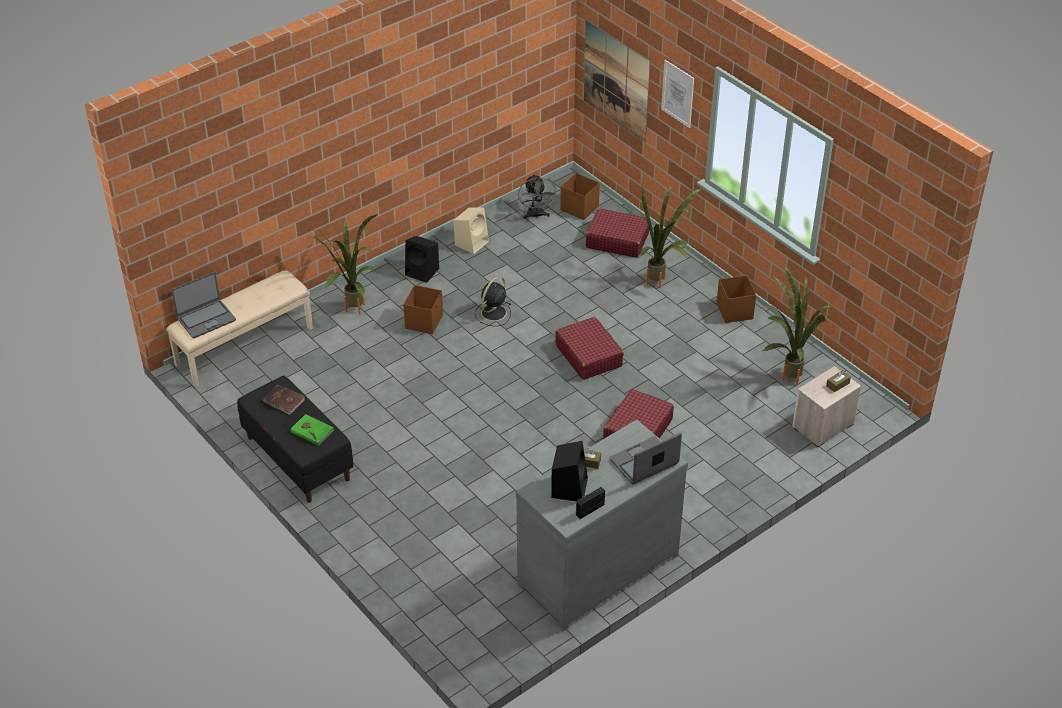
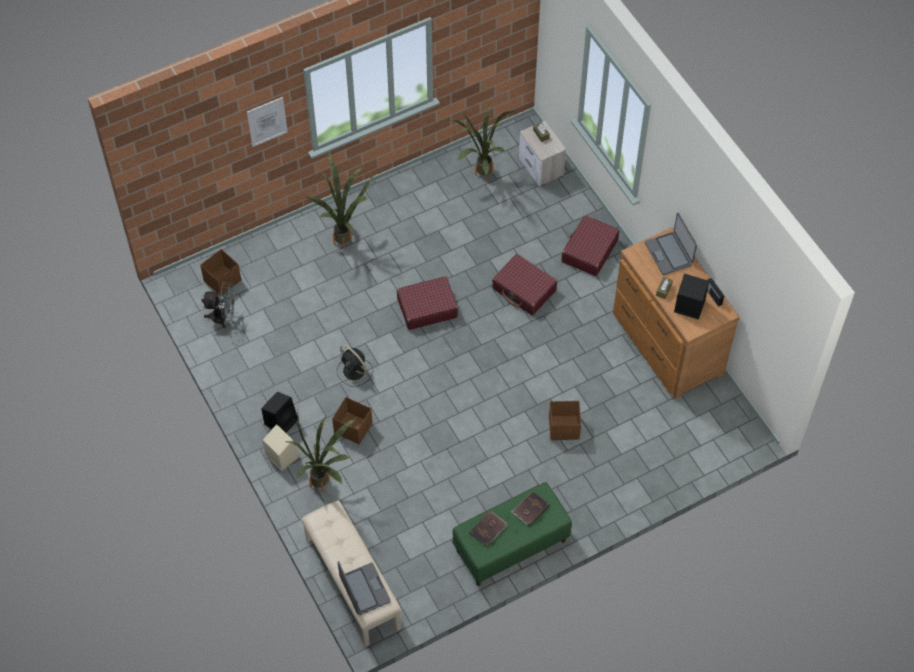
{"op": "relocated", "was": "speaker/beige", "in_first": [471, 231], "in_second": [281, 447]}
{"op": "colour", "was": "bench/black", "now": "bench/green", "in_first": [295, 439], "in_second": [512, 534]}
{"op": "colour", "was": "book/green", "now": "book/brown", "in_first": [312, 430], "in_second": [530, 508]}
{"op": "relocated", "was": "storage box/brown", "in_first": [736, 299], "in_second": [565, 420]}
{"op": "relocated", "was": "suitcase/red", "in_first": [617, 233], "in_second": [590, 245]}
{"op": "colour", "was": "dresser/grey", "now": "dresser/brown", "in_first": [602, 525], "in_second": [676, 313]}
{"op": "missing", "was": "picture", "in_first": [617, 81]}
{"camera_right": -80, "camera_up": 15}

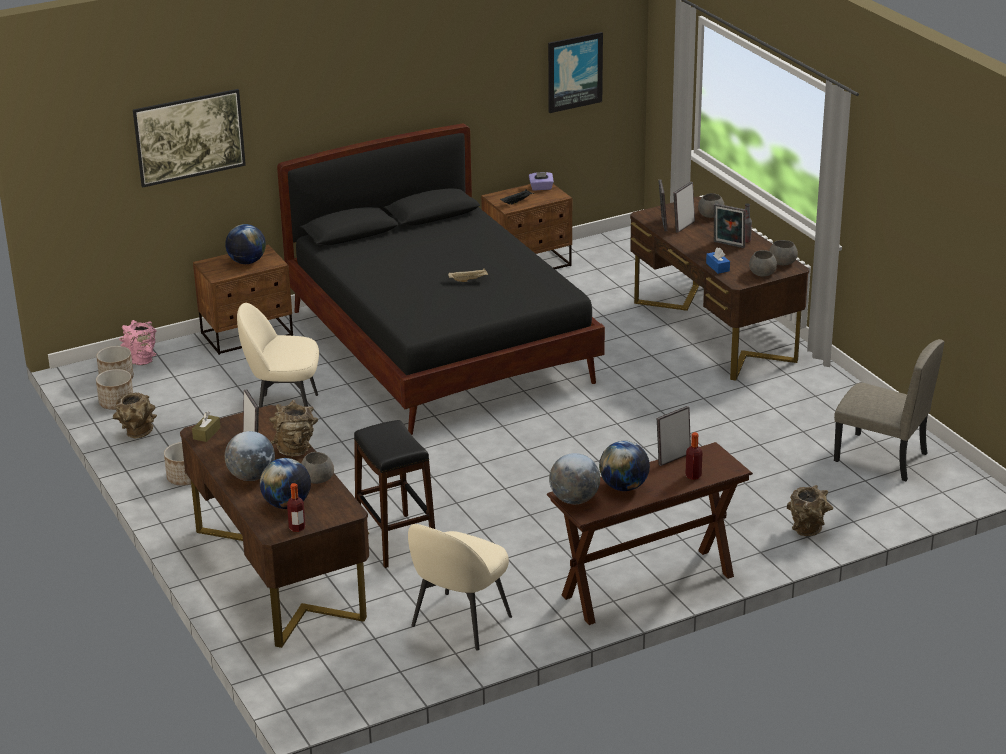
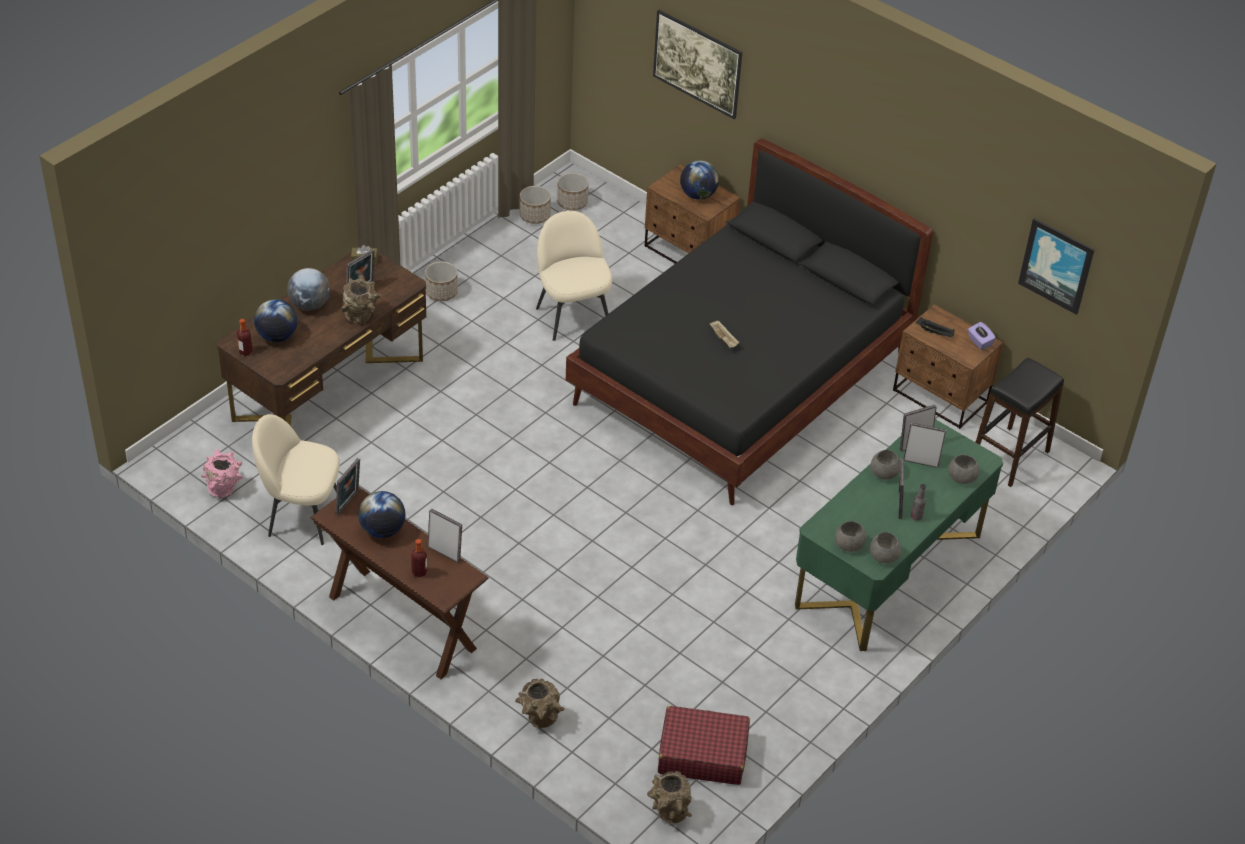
{"op": "relocated", "was": "vase/pink", "in_first": [138, 342], "in_second": [222, 473]}
{"op": "exchanged", "was": "globe", "now": "picture frame", "in_first": [574, 478], "in_second": [348, 486]}
{"op": "relocated", "was": "vase/brown", "in_first": [135, 415], "in_second": [669, 797]}
{"op": "exchanged", "was": "chair/beige", "now": "suitcase/red", "in_first": [889, 410], "in_second": [704, 745]}
{"op": "colour", "was": "desk/brown", "now": "desk/green", "in_first": [719, 289], "in_second": [899, 535]}
{"op": "relocated", "was": "bowl/grey", "in_first": [317, 468], "in_second": [885, 465]}
{"op": "relocated", "was": "stool/black", "in_first": [394, 494], "in_second": [1020, 422]}
{"op": "missing", "was": "tissue box/blue", "in_first": [718, 261]}
{"camera_right": 65, "camera_up": 15}

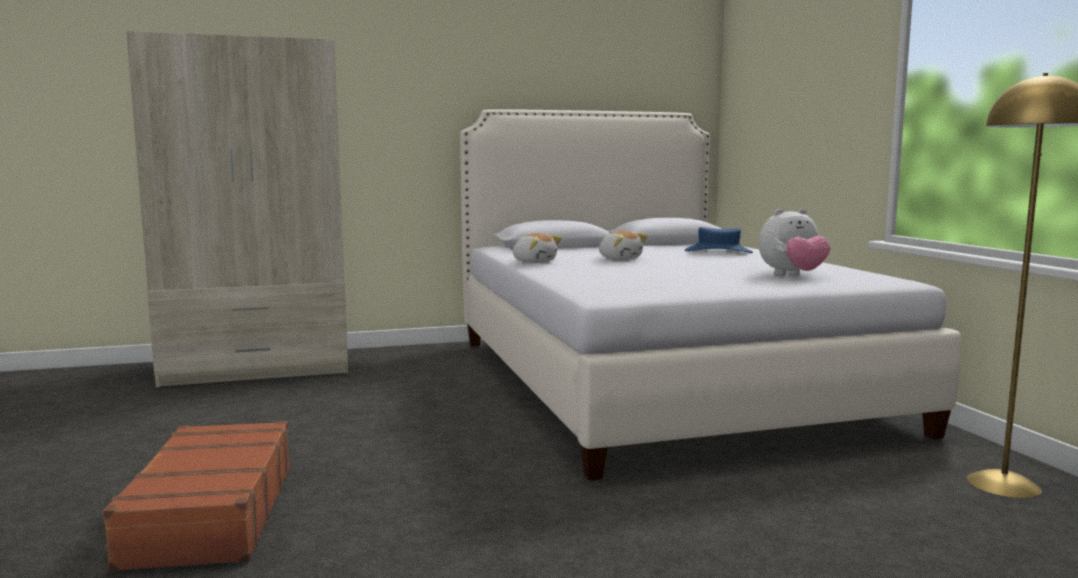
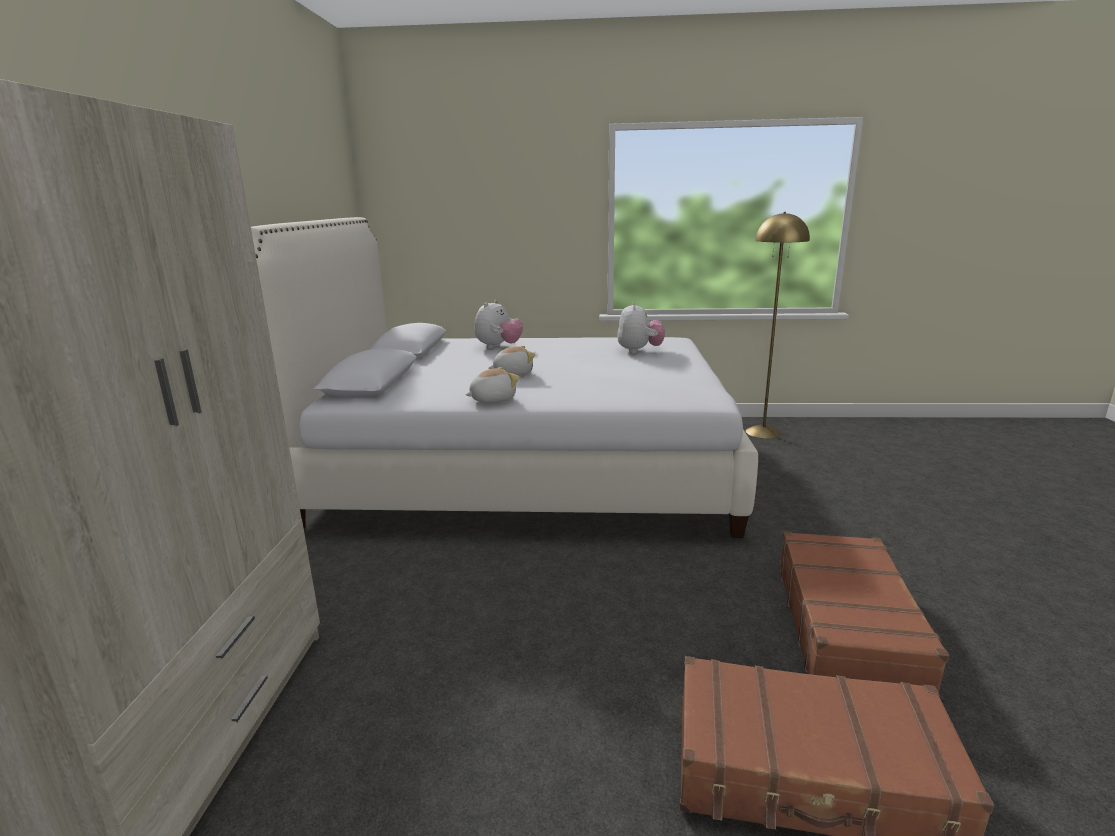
{"op": "exchanged", "was": "hat/blue", "now": "plush toy", "in_first": [719, 240], "in_second": [499, 324]}
{"op": "appeared", "now": "suitcase/brown", "in_second": [864, 613]}
{"camera_right": -70, "camera_up": 10}

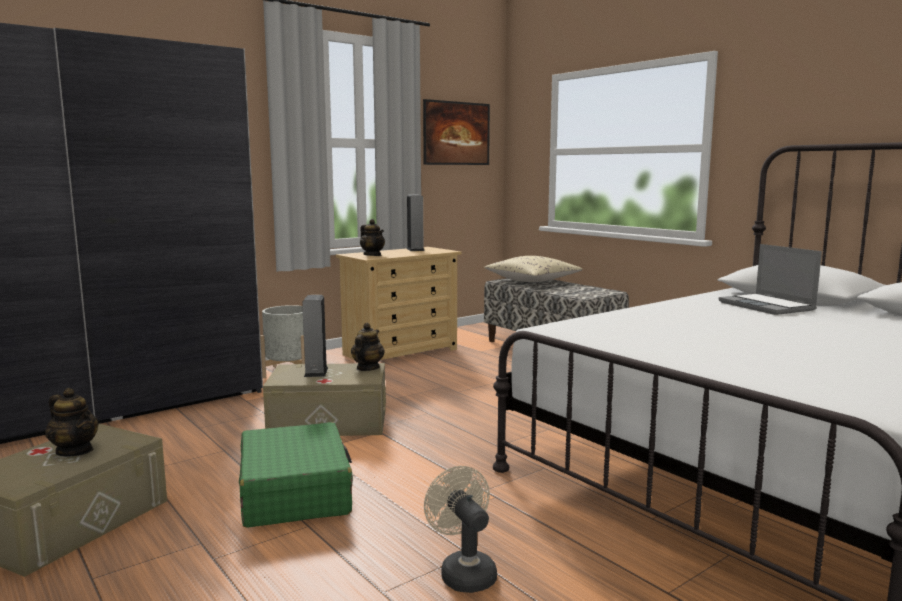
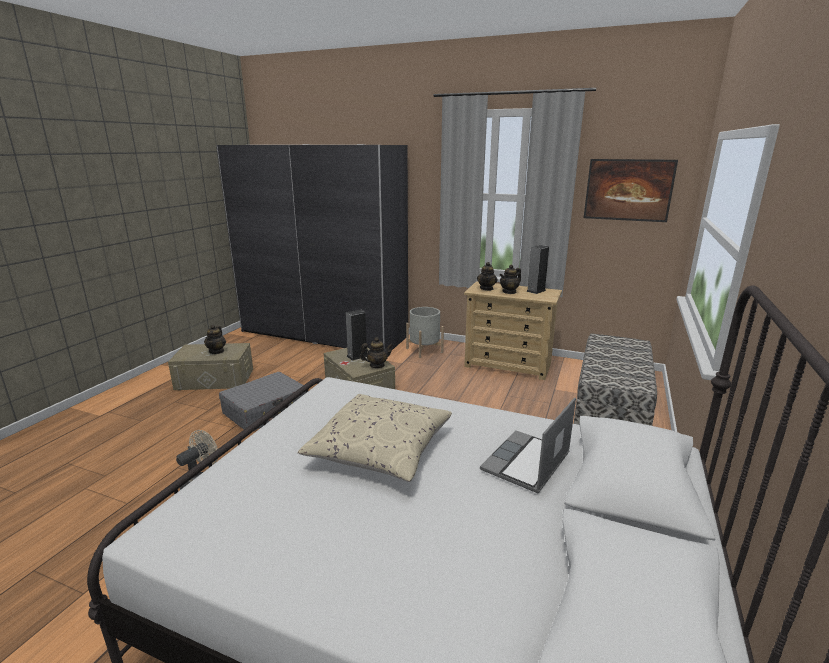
{"op": "colour", "was": "suitcase/green", "now": "suitcase/grey", "in_first": [296, 475], "in_second": [262, 401]}
{"op": "relocated", "was": "pillow/beige", "in_first": [533, 269], "in_second": [374, 438]}
{"op": "appeared", "now": "teapot", "in_second": [510, 279]}
{"camera_right": 60, "camera_up": 10}

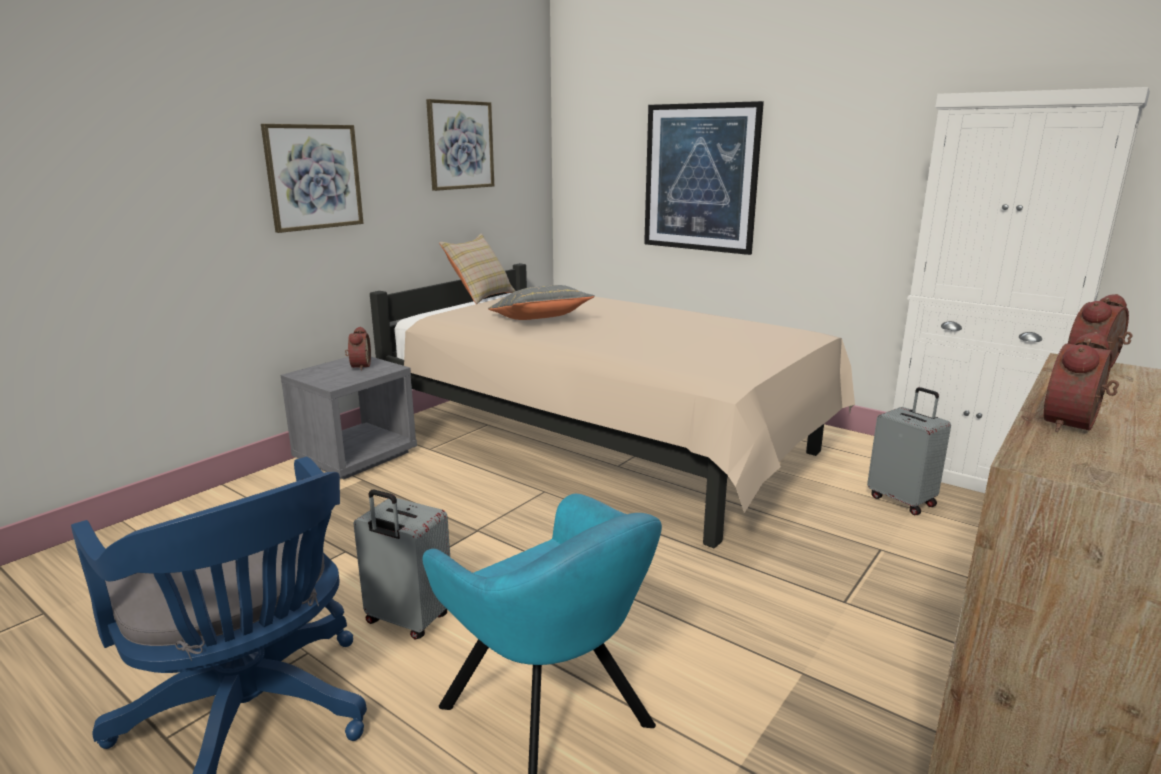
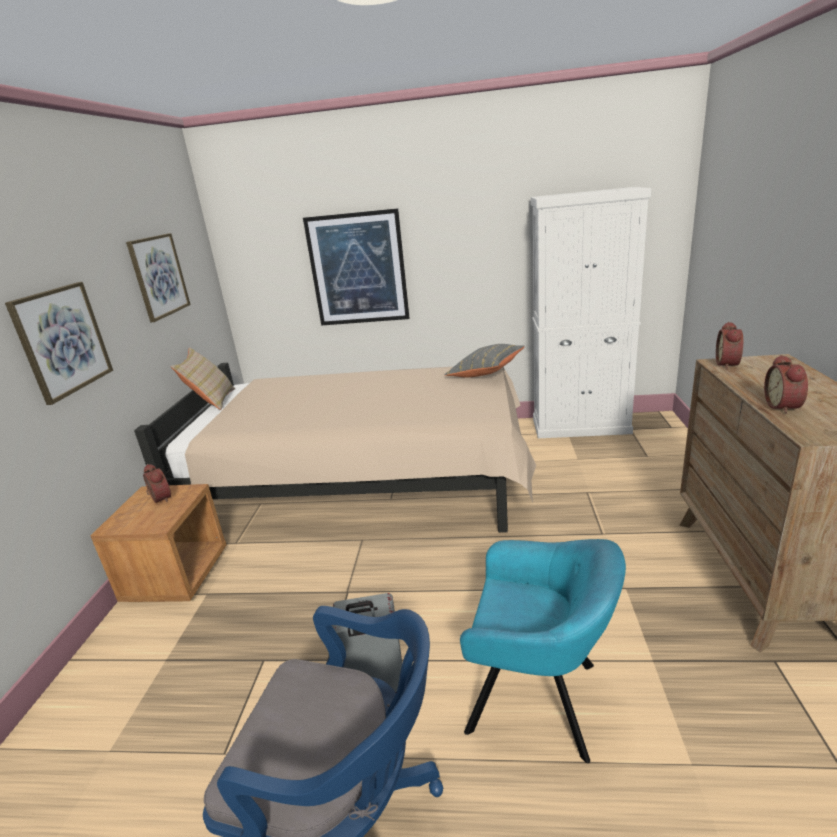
{"op": "colour", "was": "nightstand/grey", "now": "nightstand/brown", "in_first": [349, 418], "in_second": [158, 543]}
{"op": "relocated", "was": "pillow/grey", "in_first": [541, 302], "in_second": [485, 361]}
{"op": "missing", "was": "suitcase/grey", "in_first": [909, 451]}
{"camera_right": -30, "camera_up": 5}

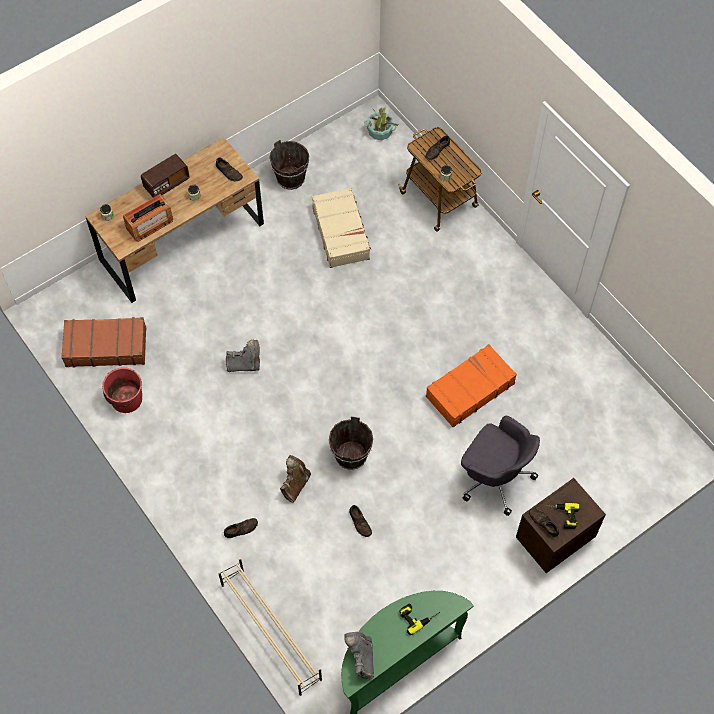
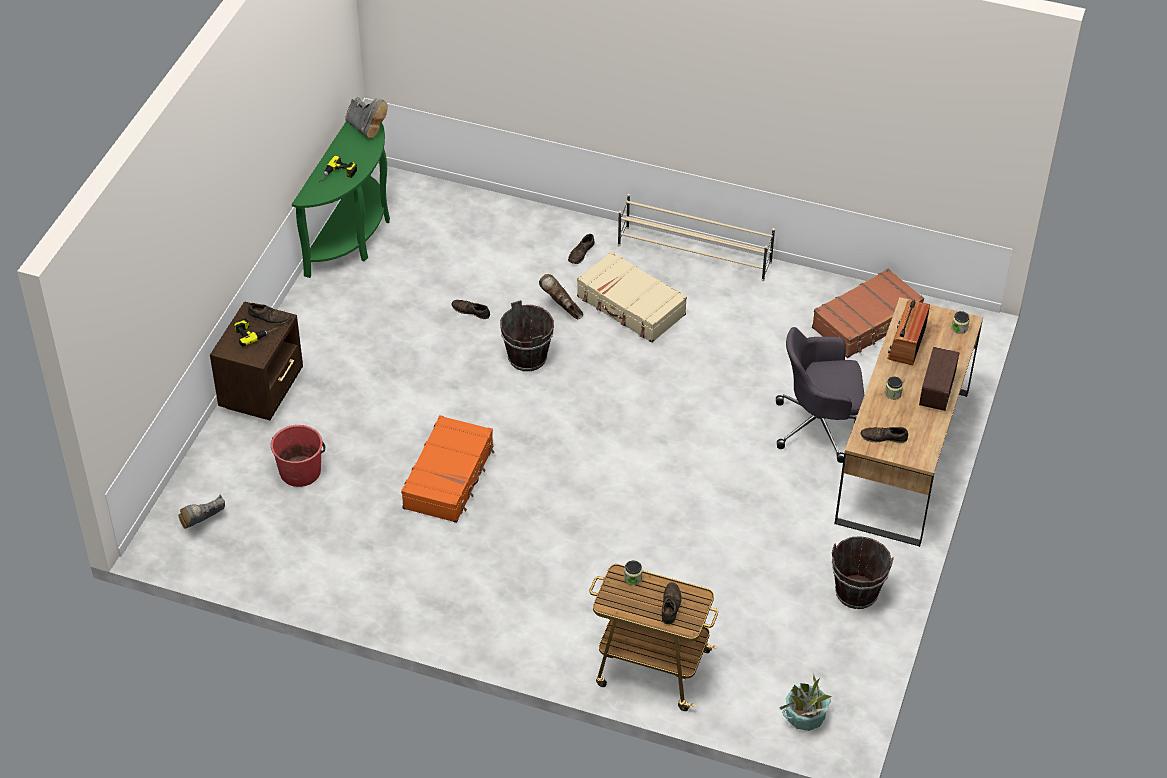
{"op": "relocated", "was": "boot/grey", "in_first": [243, 356], "in_second": [201, 511]}
{"op": "relocated", "was": "bucket/red", "in_first": [122, 390], "in_second": [298, 456]}
{"op": "spun", "was": "boot/brown", "in_first": [295, 479], "in_second": [561, 296], "clockwise": 150}
{"op": "relocated", "was": "suitcase/beige", "in_first": [341, 228], "in_second": [632, 297]}
{"op": "relocated", "was": "shoe rack/beige", "in_first": [270, 626], "in_second": [696, 237]}
{"op": "relocated", "was": "office chair/grey", "in_first": [500, 466], "in_second": [820, 395]}
{"camera_right": 145, "camera_up": -15}

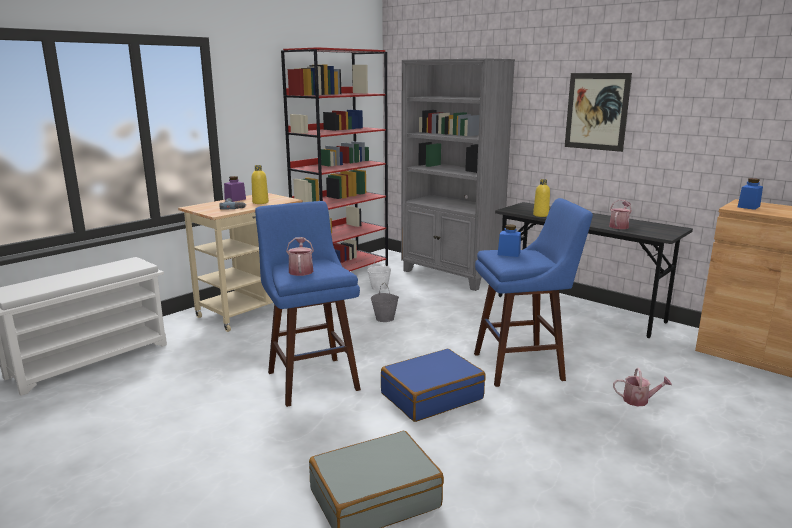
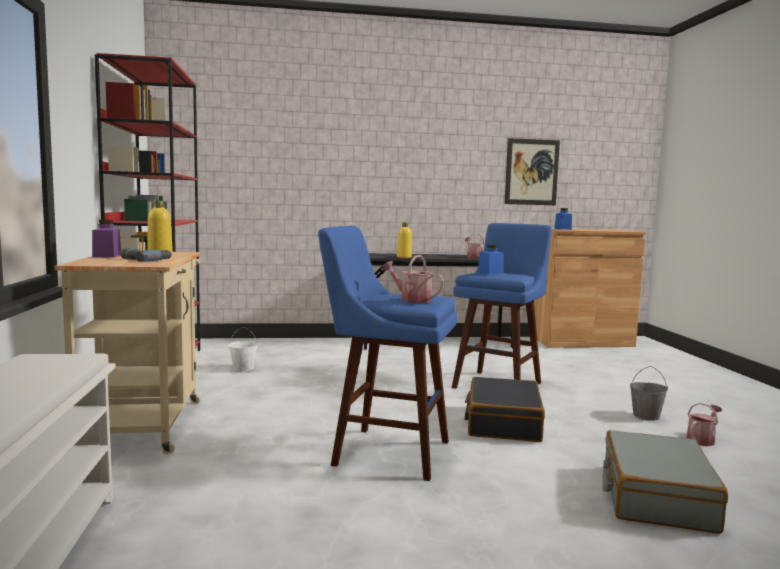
{"op": "colour", "was": "suitcase/blue", "now": "suitcase/black", "in_first": [433, 385], "in_second": [505, 409]}
{"op": "relocated", "was": "picture", "in_first": [598, 112], "in_second": [532, 171]}
{"op": "relocated", "was": "bucket/grey", "in_first": [385, 302], "in_second": [649, 393]}
{"op": "relocated", "was": "watering can", "in_first": [642, 387], "in_second": [704, 424]}
{"op": "missing", "was": "bookcase/grey", "in_first": [458, 174]}
{"camera_right": -50, "camera_up": -10}

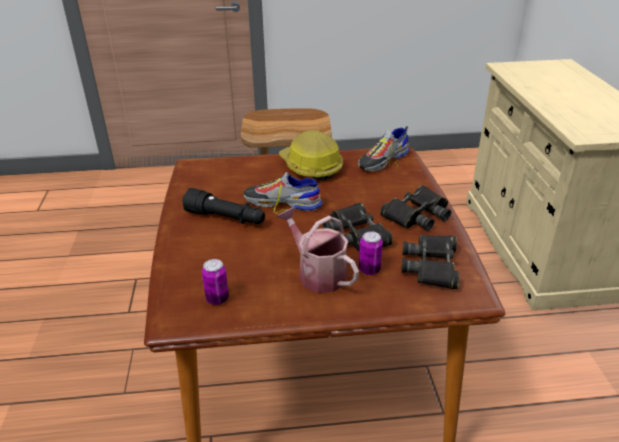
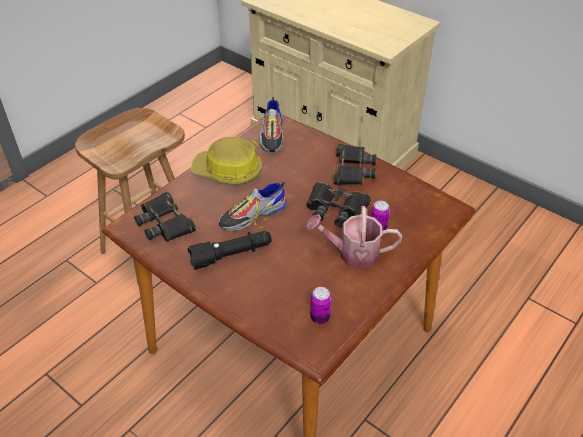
{"op": "relocated", "was": "binoculars/black", "in_first": [430, 261], "in_second": [165, 216]}
{"camera_right": -45, "camera_up": 10}

